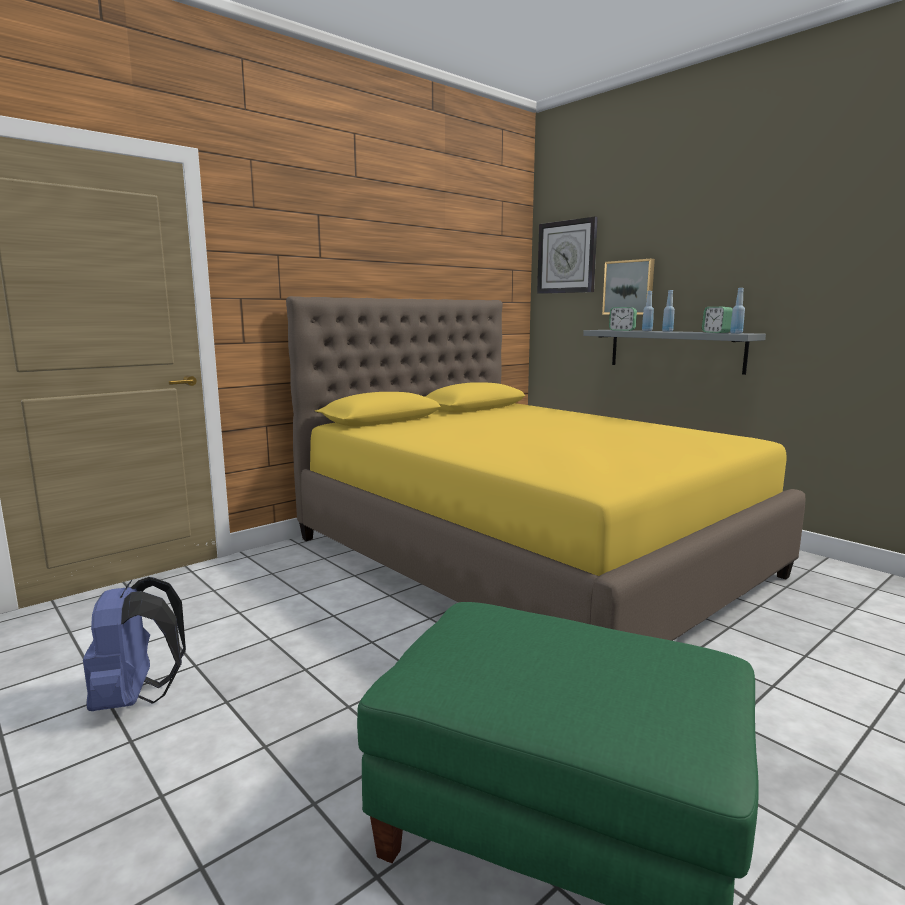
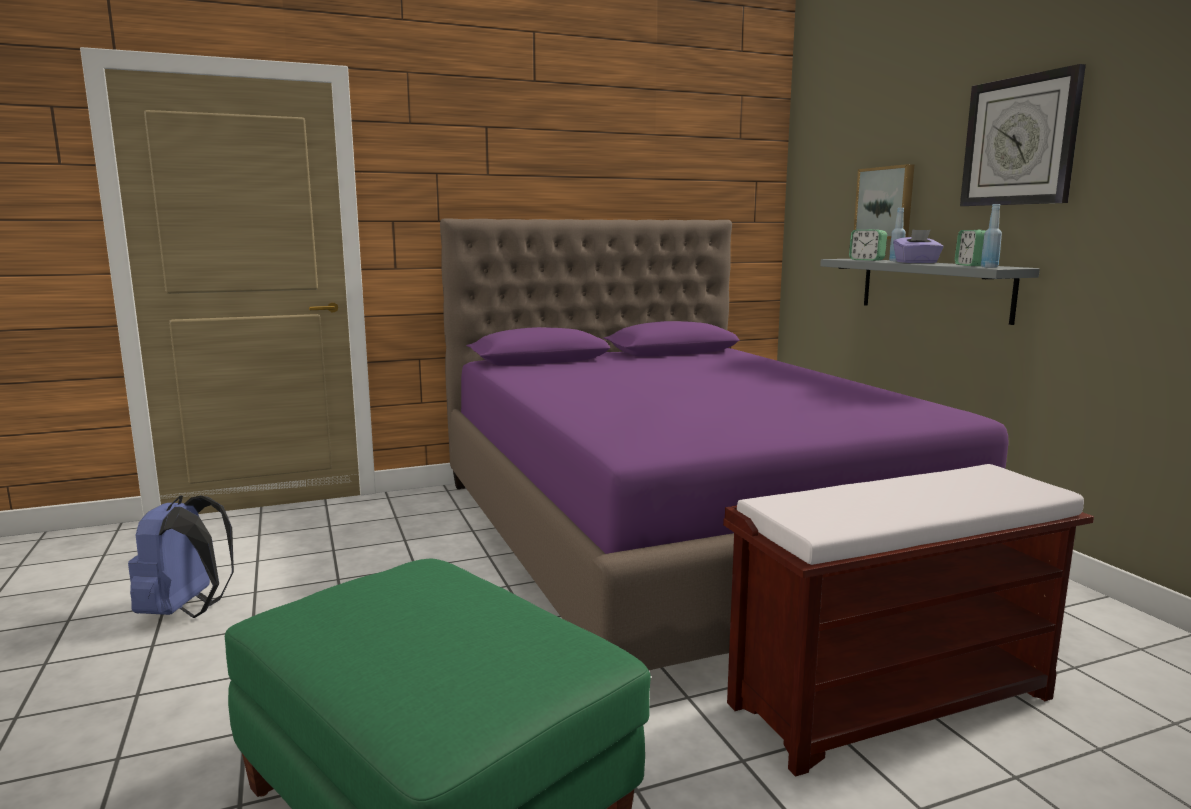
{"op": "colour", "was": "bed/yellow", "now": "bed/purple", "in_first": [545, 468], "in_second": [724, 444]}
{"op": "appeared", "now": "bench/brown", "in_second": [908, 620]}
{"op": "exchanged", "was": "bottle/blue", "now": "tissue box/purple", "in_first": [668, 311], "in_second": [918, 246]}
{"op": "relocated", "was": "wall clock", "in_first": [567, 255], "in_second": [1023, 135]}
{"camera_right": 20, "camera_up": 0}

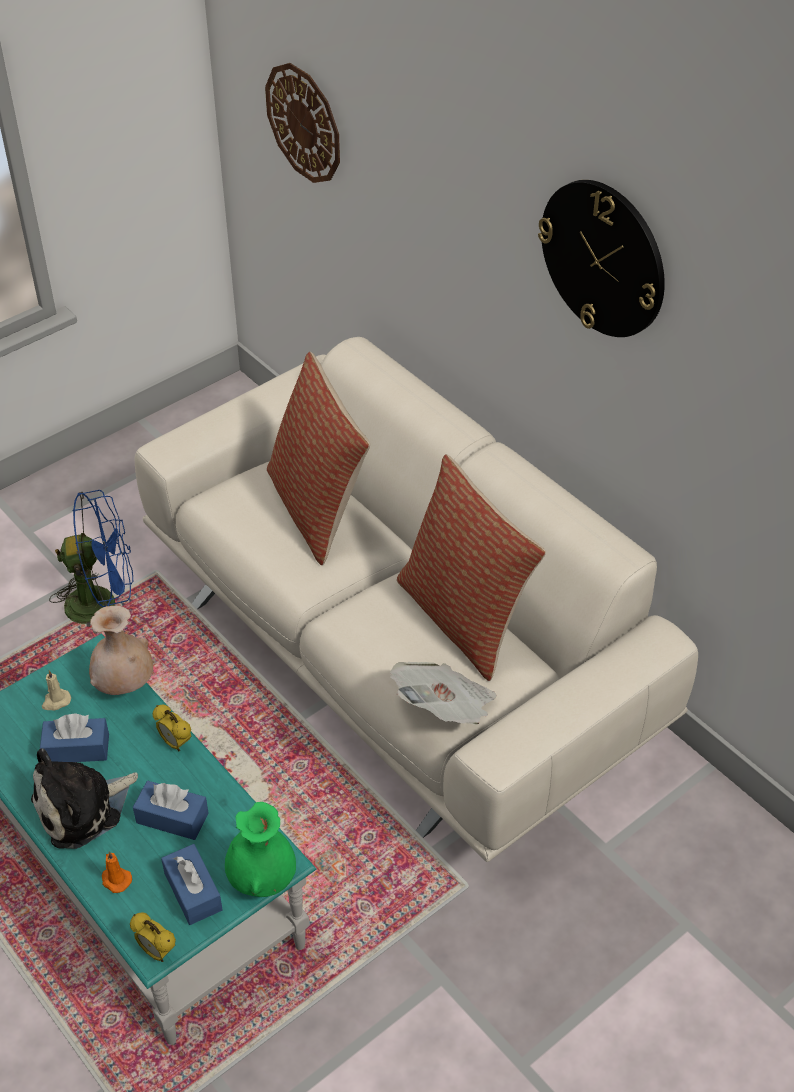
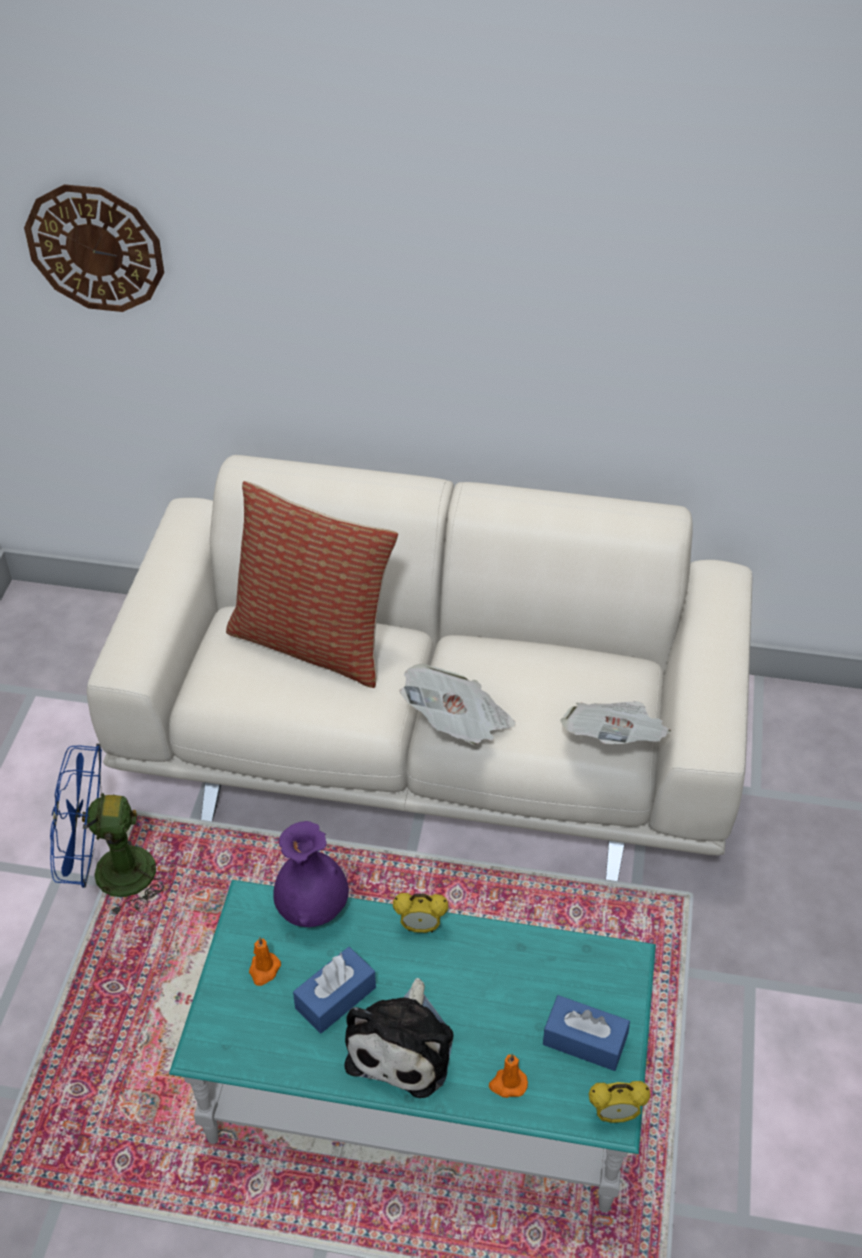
{"op": "spun", "was": "fan/blue", "in_first": [91, 558], "in_second": [111, 830], "clockwise": -135}
{"op": "colour", "was": "candle/beige", "now": "candle/orange", "in_first": [56, 690], "in_second": [265, 961]}
{"op": "colour", "was": "vase/beige", "now": "vase/purple", "in_first": [121, 650], "in_second": [311, 874]}
{"op": "appeared", "now": "newspaper", "in_second": [457, 704]}
{"op": "missing", "was": "tissue box/blue", "in_first": [171, 810]}
{"op": "missing", "was": "vase/green", "in_first": [260, 849]}
{"op": "missing", "was": "pillow", "in_first": [471, 567]}
{"op": "missing", "was": "wall clock", "in_first": [601, 258]}
{"camera_right": -40, "camera_up": 0}

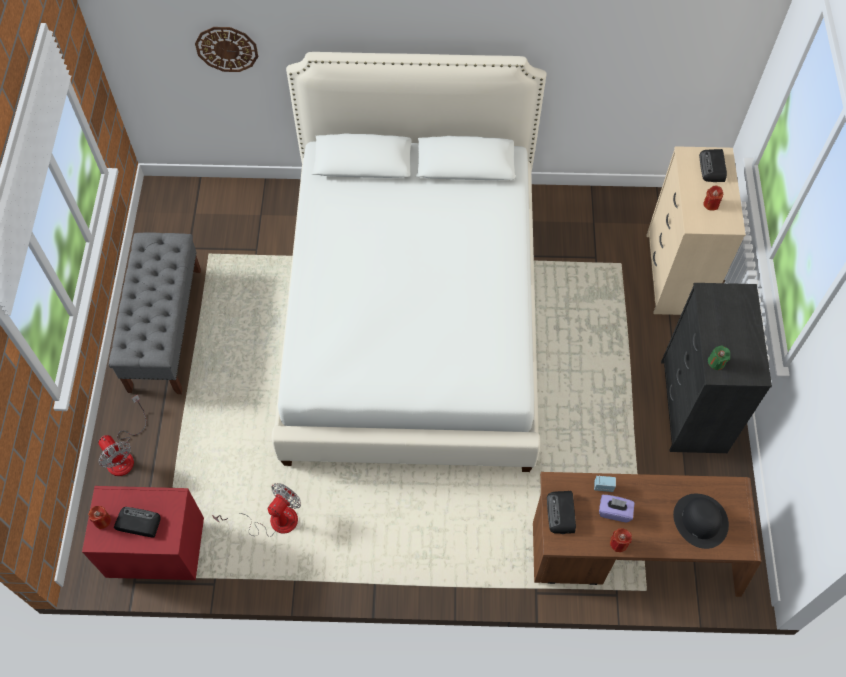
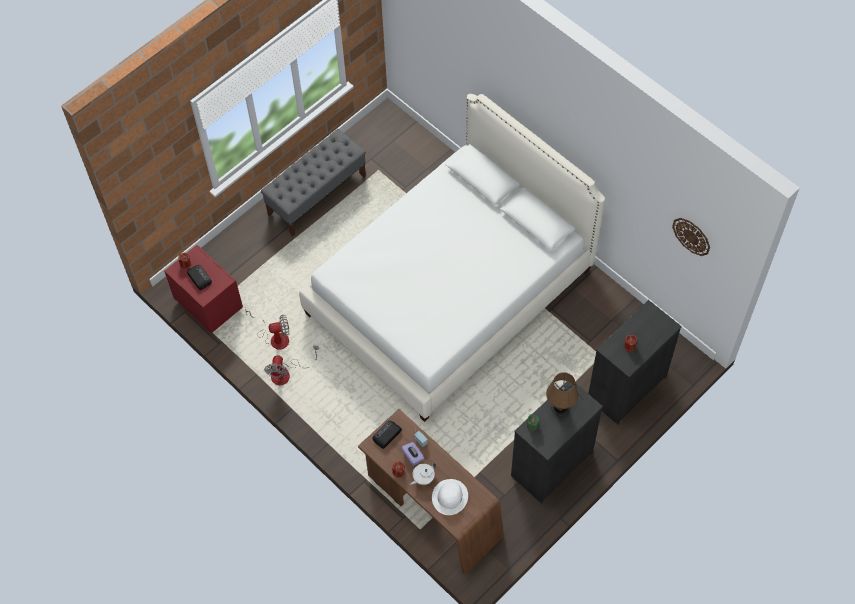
{"op": "relocated", "was": "fan", "in_first": [122, 435], "in_second": [291, 365]}
{"op": "appeared", "now": "teapot/white", "in_second": [423, 474]}
{"op": "colour", "was": "hat/black", "now": "hat/white", "in_first": [701, 521], "in_second": [450, 497]}
{"op": "appeared", "now": "table lamp/brown", "in_second": [567, 394]}
{"op": "colour", "was": "dresser/beige", "now": "dresser/black", "in_first": [696, 230], "in_second": [635, 362]}
{"op": "relocated", "was": "wall clock", "in_first": [226, 49], "in_second": [691, 237]}
{"op": "missing", "was": "radio", "in_first": [713, 165]}
{"camera_right": 45, "camera_up": 0}

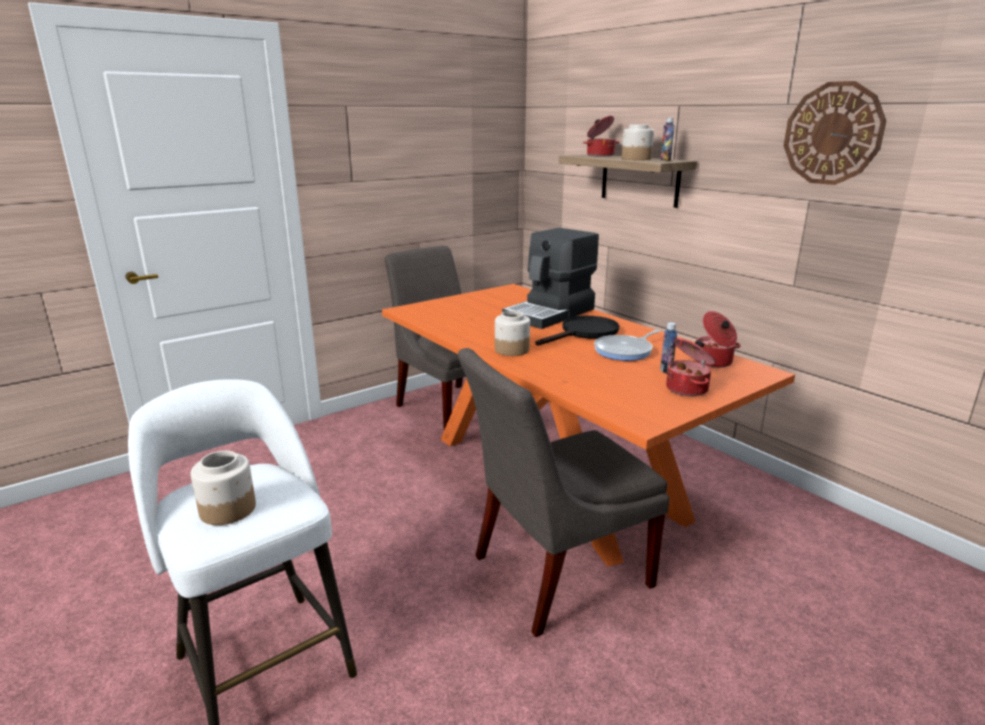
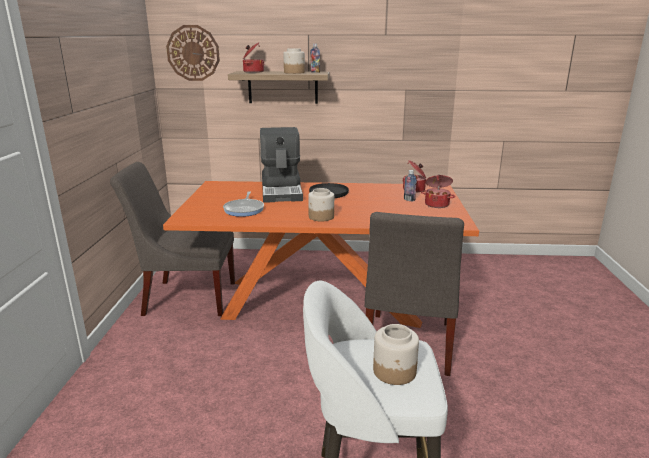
{"op": "relocated", "was": "wall clock", "in_first": [835, 133], "in_second": [193, 53]}
{"op": "relocated", "was": "frying pan", "in_first": [627, 345], "in_second": [243, 204]}
{"camera_right": -50, "camera_up": 0}

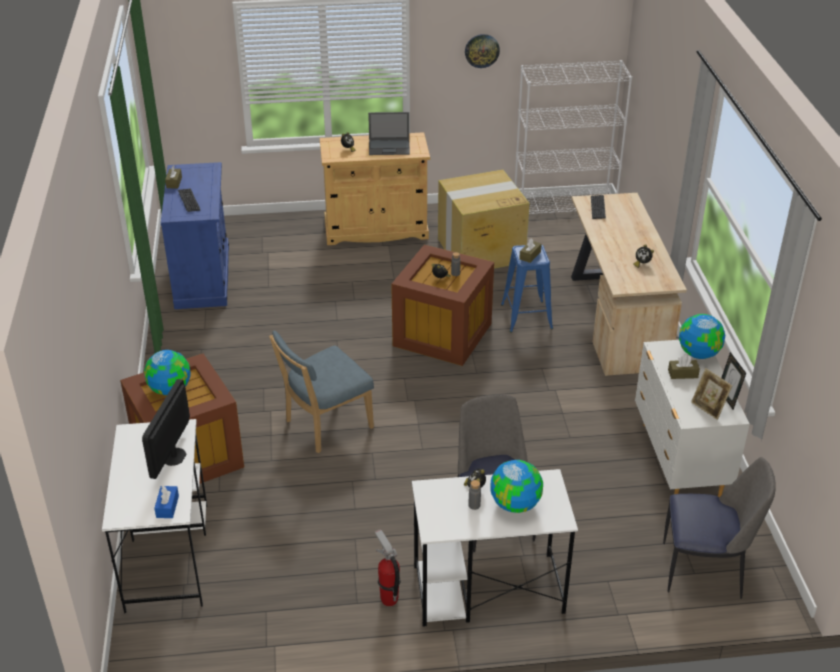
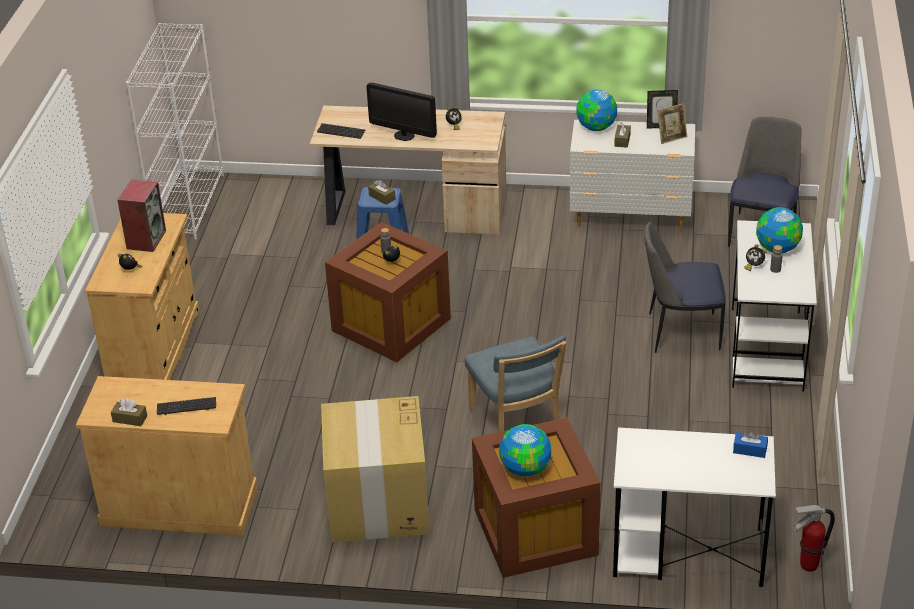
{"op": "colour", "was": "cabinet/blue", "now": "cabinet/beige", "in_first": [195, 235], "in_second": [167, 456]}
{"op": "exchanged", "was": "laptop", "now": "speaker", "in_first": [389, 133], "in_second": [142, 215]}
{"op": "relocated", "was": "cardboard box", "in_first": [484, 219], "in_second": [375, 469]}
{"op": "relocated", "was": "monitor", "in_first": [166, 429], "in_second": [402, 111]}
{"op": "relocated", "was": "fire extinguisher", "in_first": [388, 567], "in_second": [814, 538]}
{"op": "missing", "was": "wall clock", "in_first": [482, 51]}
{"camera_right": -75, "camera_up": 0}

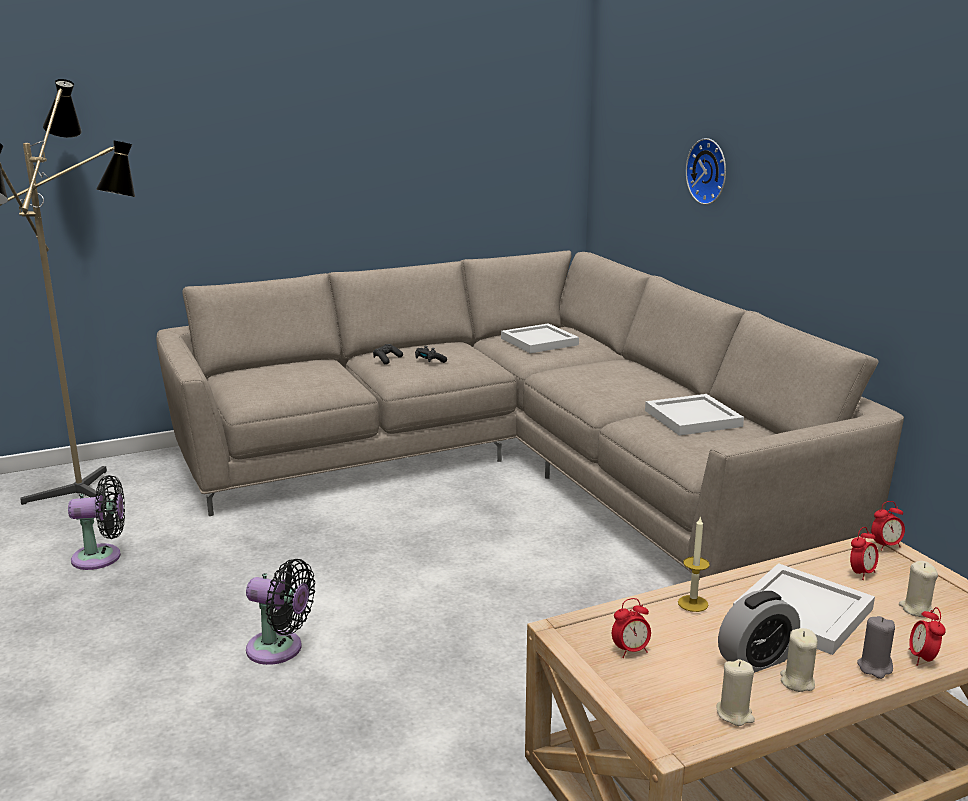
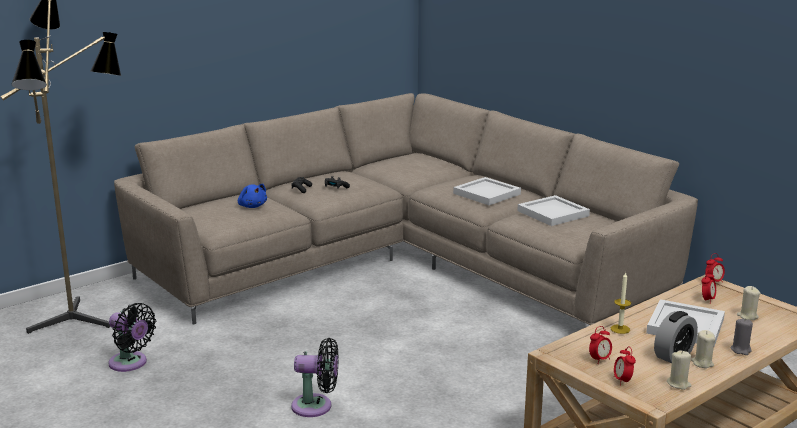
{"op": "spun", "was": "fan/black", "in_first": [96, 522], "in_second": [132, 337], "clockwise": 60}
{"op": "appeared", "now": "plush toy/blue", "in_second": [252, 196]}
{"op": "relocated", "was": "tray/white", "in_first": [540, 338], "in_second": [487, 191]}
{"op": "relocated", "was": "alarm clock", "in_first": [927, 636], "in_second": [625, 366]}
{"op": "missing", "was": "wall clock", "in_first": [706, 171]}
{"camera_right": -15, "camera_up": 0}

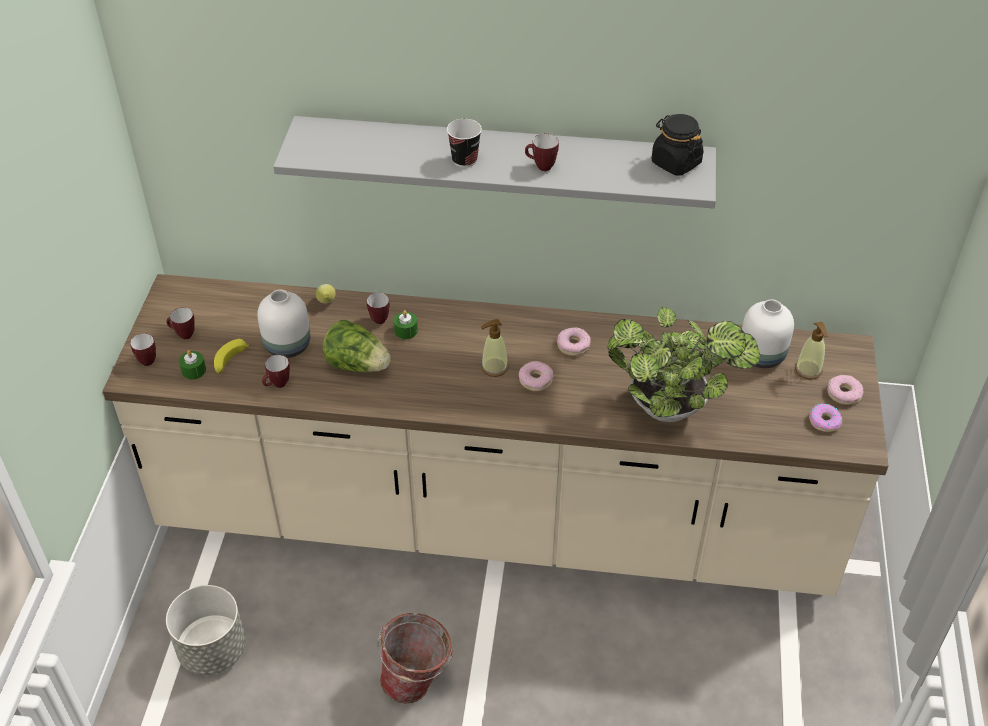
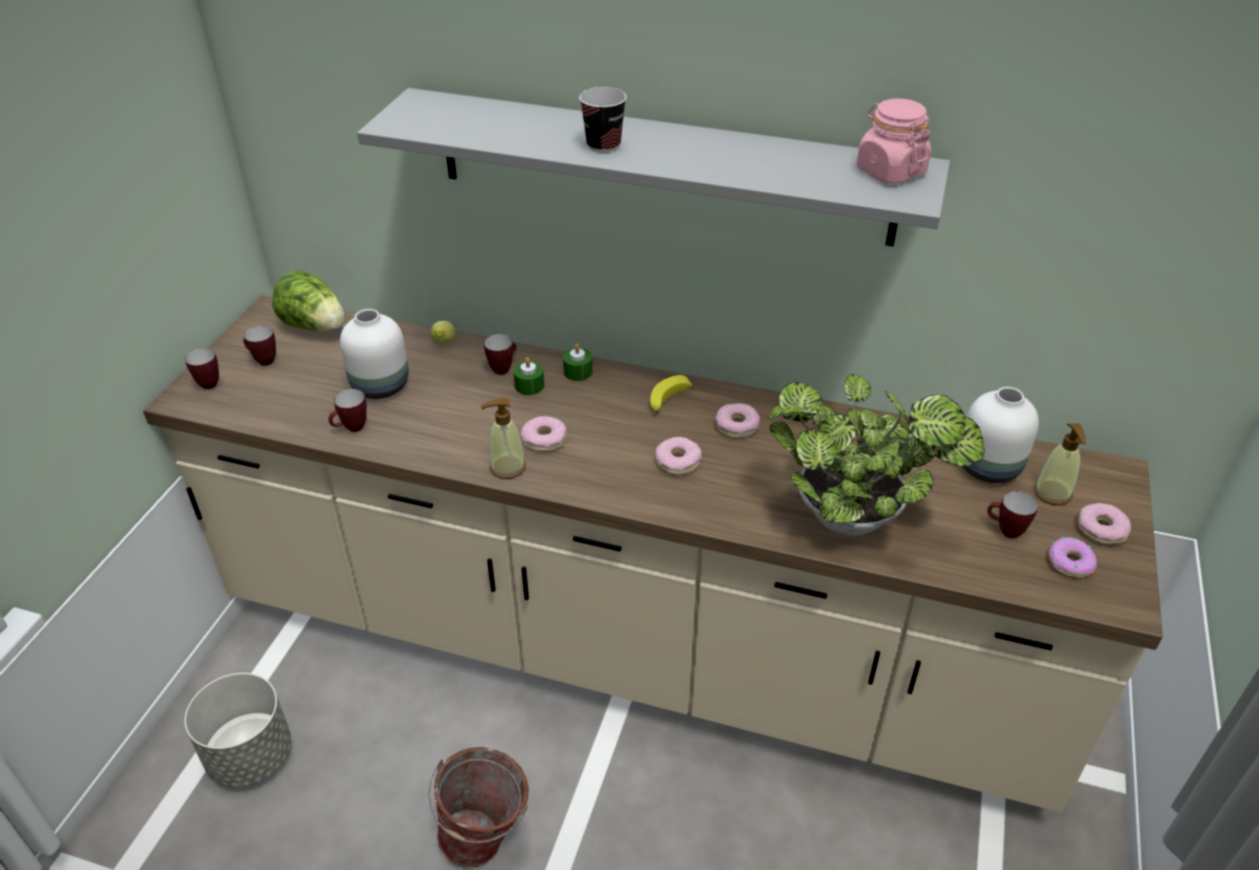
{"op": "relocated", "was": "lettuce", "in_first": [357, 346], "in_second": [308, 301]}
{"op": "relocated", "was": "soap dispenser", "in_first": [495, 348], "in_second": [503, 438]}
{"op": "appeared", "now": "donut", "in_second": [544, 434]}
{"op": "relocated", "was": "candle/green", "in_first": [192, 365], "in_second": [578, 362]}
{"op": "relocated", "was": "banana", "in_first": [232, 356], "in_second": [672, 394]}
{"op": "colour", "was": "jar/black", "now": "jar/pink", "in_first": [677, 145], "in_second": [894, 141]}
{"op": "relocated", "was": "mug", "in_first": [542, 152], "in_second": [1012, 514]}
{"camera_right": 10, "camera_up": -5}

